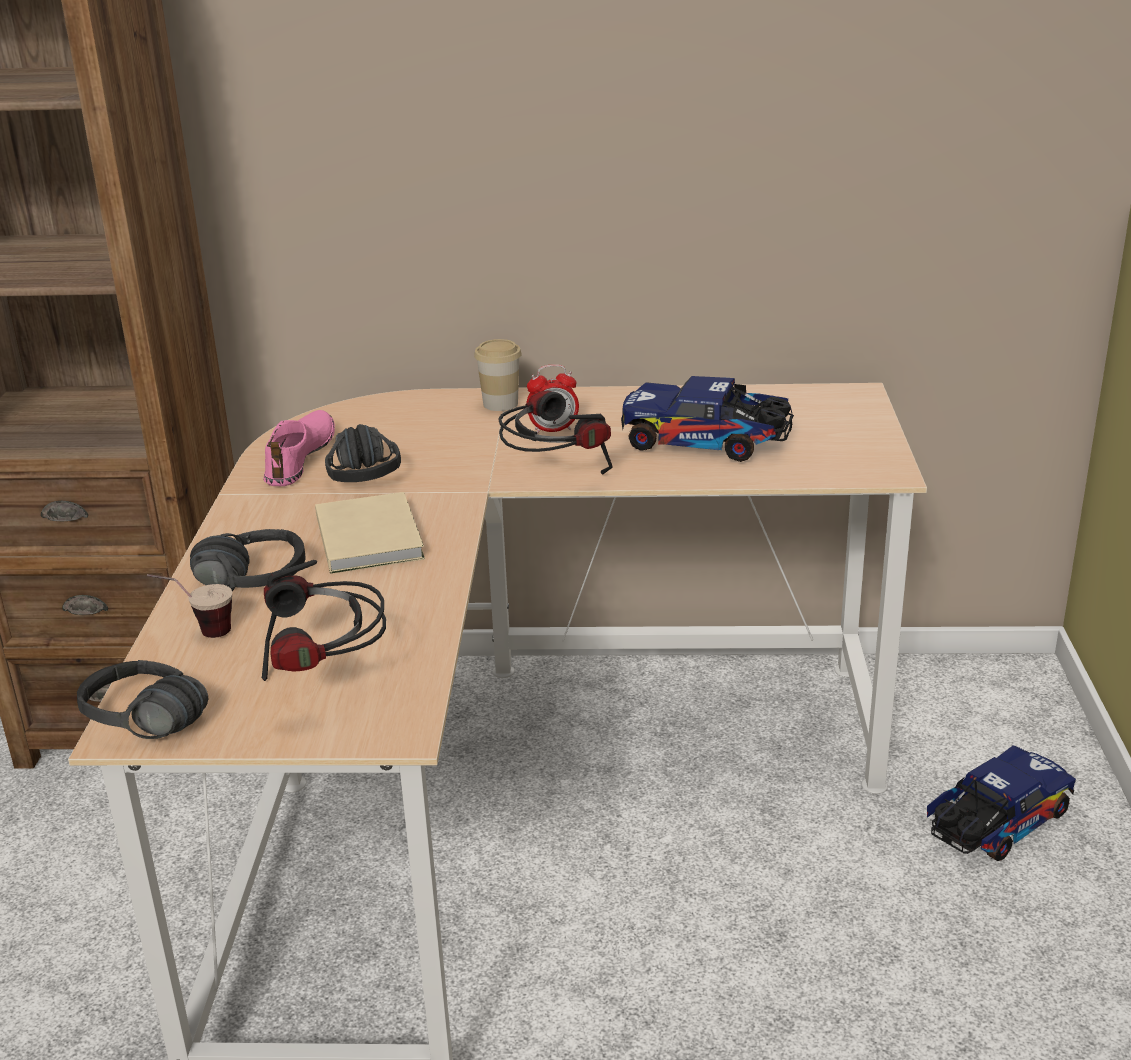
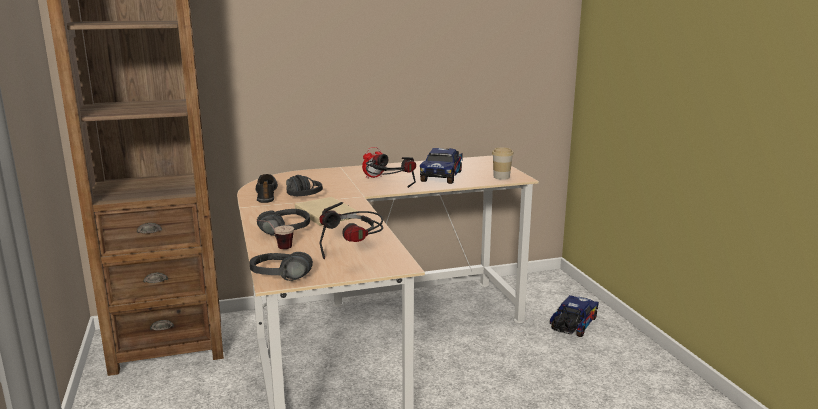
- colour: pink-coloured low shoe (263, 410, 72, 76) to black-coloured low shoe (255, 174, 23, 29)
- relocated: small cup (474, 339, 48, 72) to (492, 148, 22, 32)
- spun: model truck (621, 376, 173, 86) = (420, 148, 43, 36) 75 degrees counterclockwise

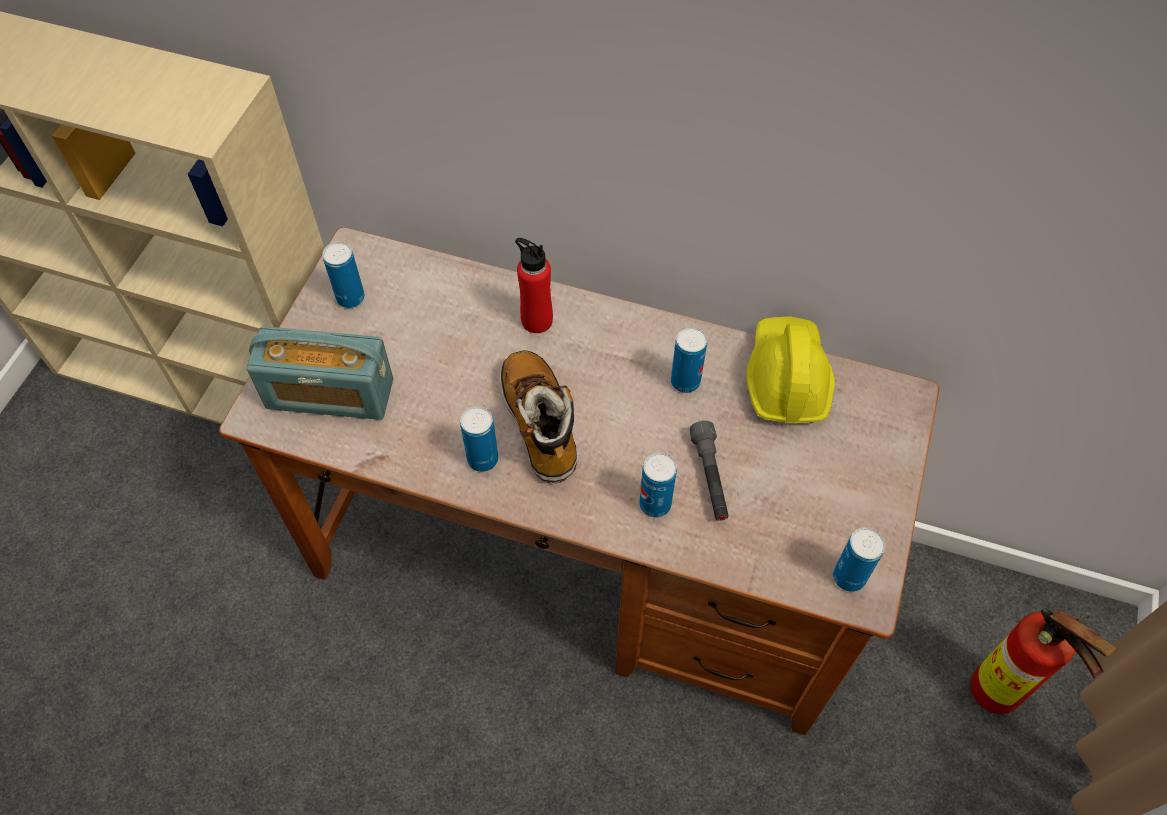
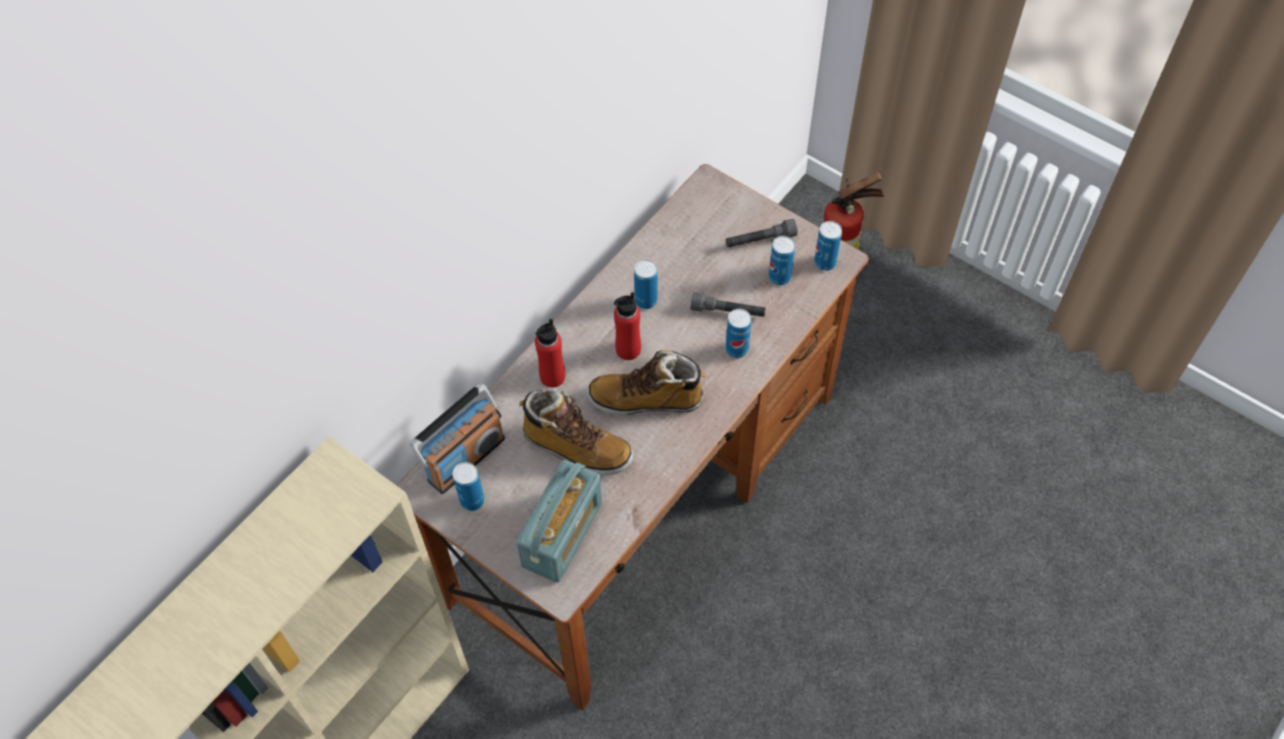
- relocated: metal can (460, 406, 38, 66) to (769, 236, 26, 50)
- missing: yellow safety helmet (746, 316, 89, 107)
- appeared: radio receiver (410, 383, 95, 111)
- appeared: boot (519, 388, 114, 88)
- appeared: red drink bottle (614, 292, 27, 68)
- appeared: grey torch (725, 219, 73, 28)

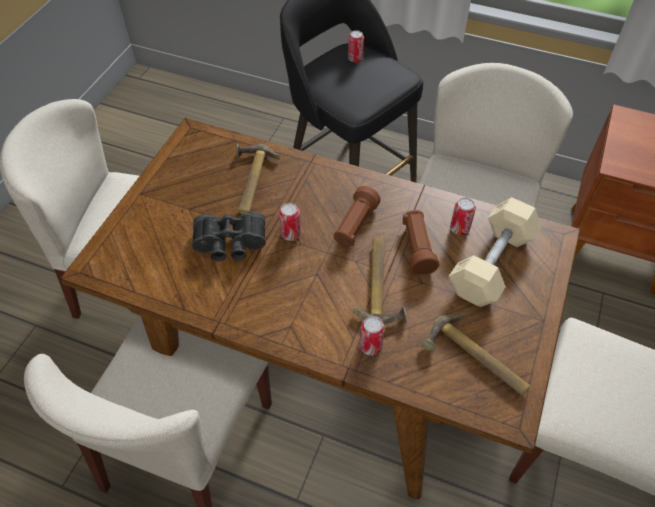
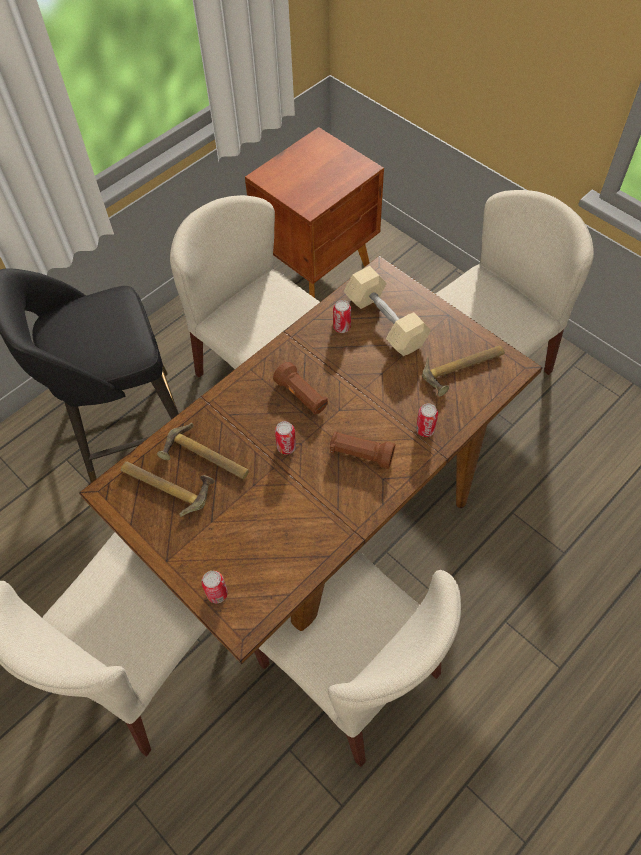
- missing: black-coloured binoculars (192, 212, 74, 49)
- relocated: metal can (348, 30, 16, 32) to (201, 571, 27, 32)
- relocated: hand hammer (353, 238, 54, 86) to (121, 462, 94, 55)
- relocated: brownish torch (402, 210, 37, 65) to (330, 432, 65, 37)

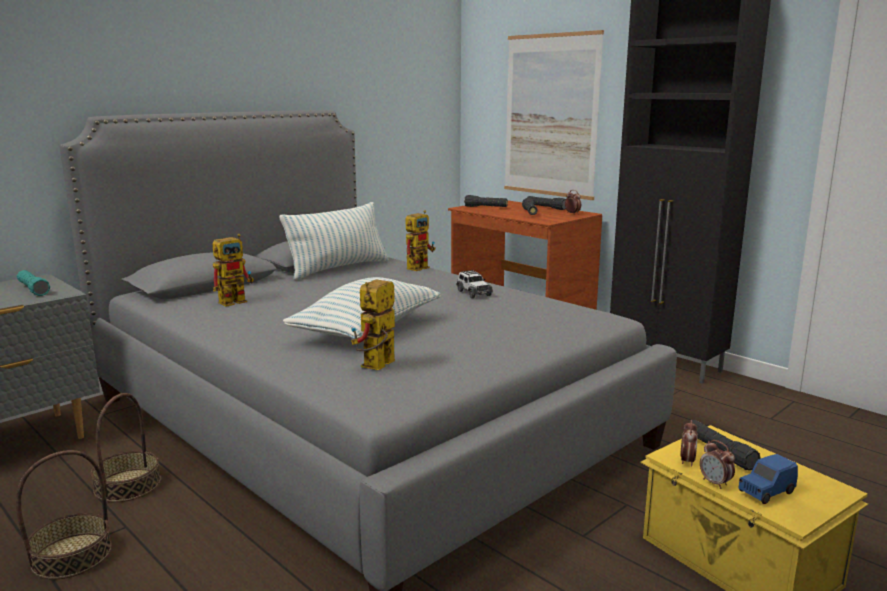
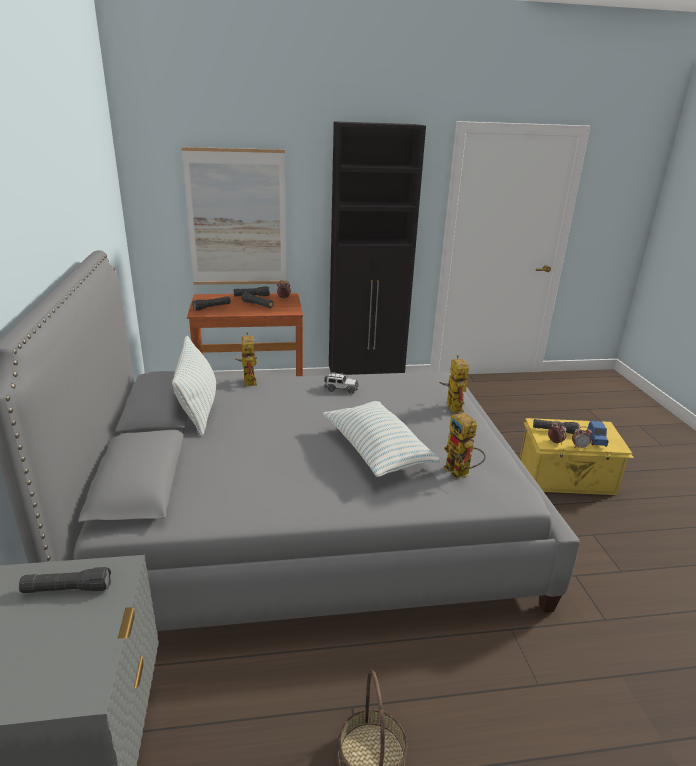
- colour: turquoise-coloured torch (17, 270, 33, 26) to black-coloured torch (19, 567, 92, 26)
- missing: storage basket (91, 393, 70, 109)
- relocated: toy robot (212, 234, 42, 73) to (439, 355, 30, 58)

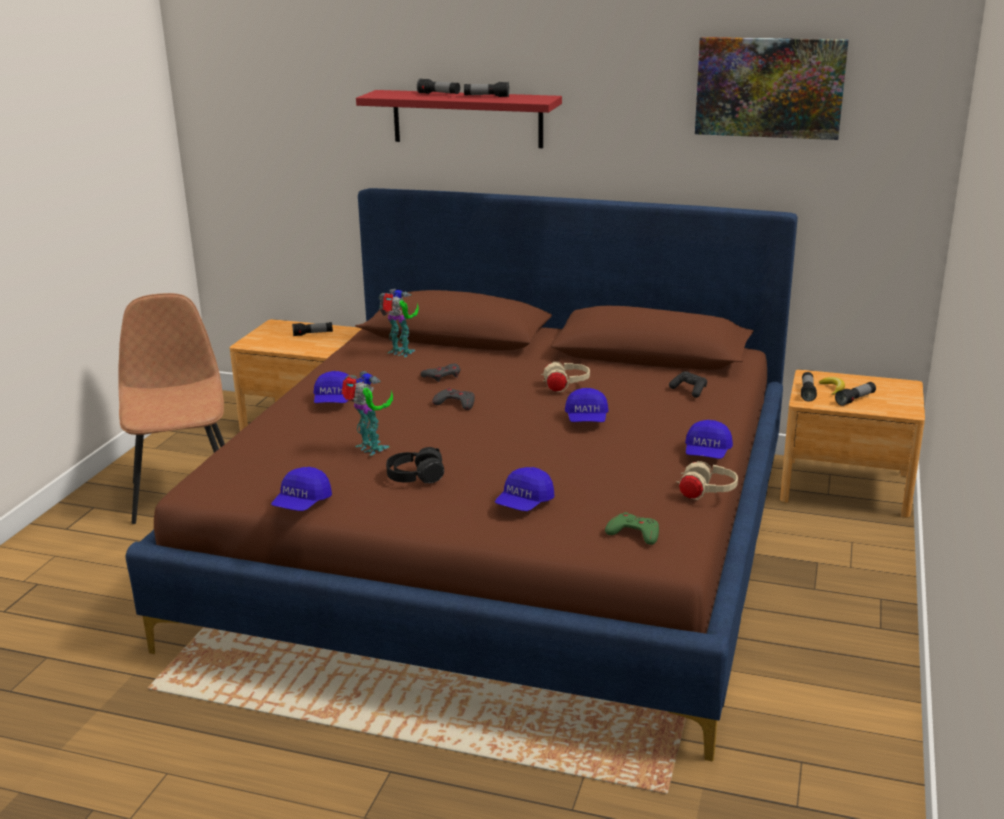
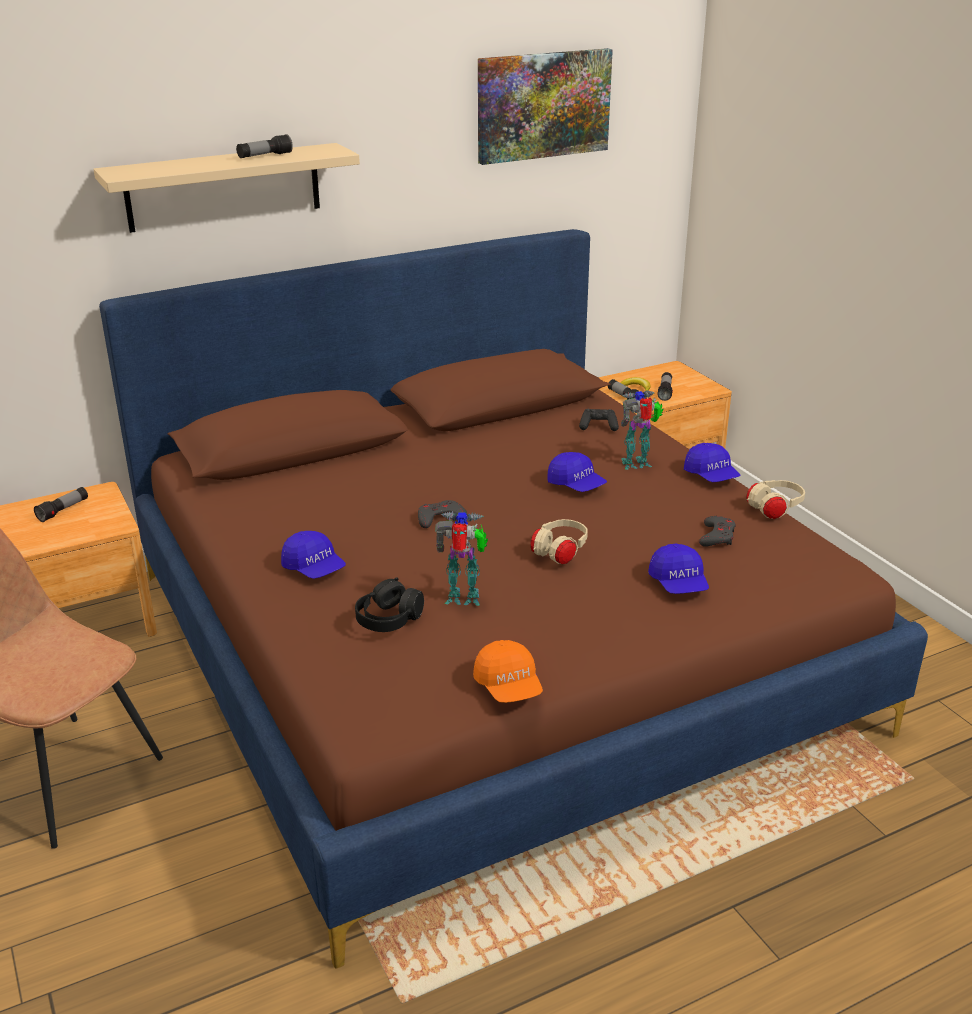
- colour: blue-coloured peaked cap (271, 467, 61, 44) to orange peaked cap (473, 640, 70, 63)
- colour: red bracket shelf (356, 90, 206, 58) to beige-coloured bracket shelf (94, 143, 266, 90)
- relocated: toy robot (379, 289, 40, 68) to (621, 390, 42, 80)
- relocated: black-coloured headset (386, 447, 58, 37) to (355, 578, 69, 54)
- missing: torch (417, 78, 43, 16)
- relocated: grey joypad (421, 364, 39, 18) to (699, 516, 37, 31)
- relocated: beige-coloured headset (541, 362, 49, 30) to (530, 519, 58, 45)
- missing: green joypad (605, 512, 54, 33)

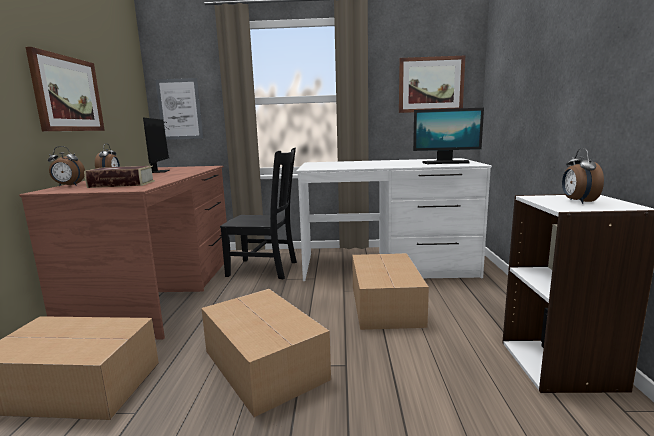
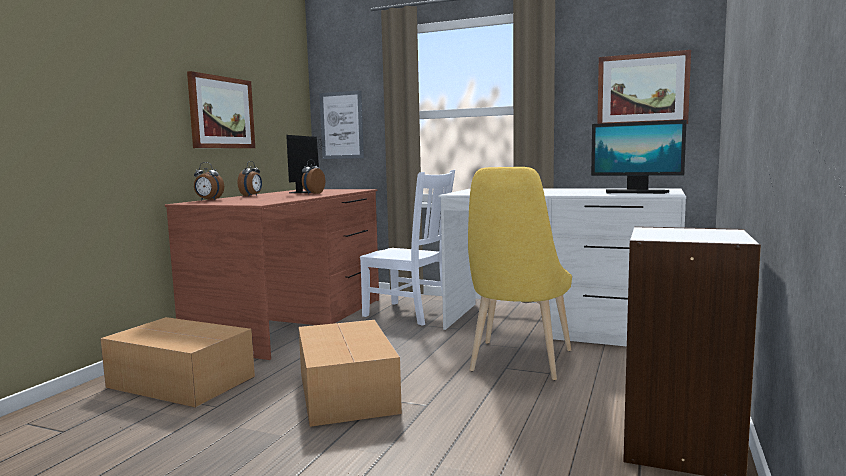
- missing: bound book (84, 166, 71, 22)
- colour: black-coloured chair (220, 148, 77, 131) to white chair (360, 170, 95, 156)
- exchanged: carton (352, 253, 77, 77) to yellow chair (468, 167, 104, 213)
- relocated: bedside clock (562, 148, 42, 56) to (302, 159, 23, 35)

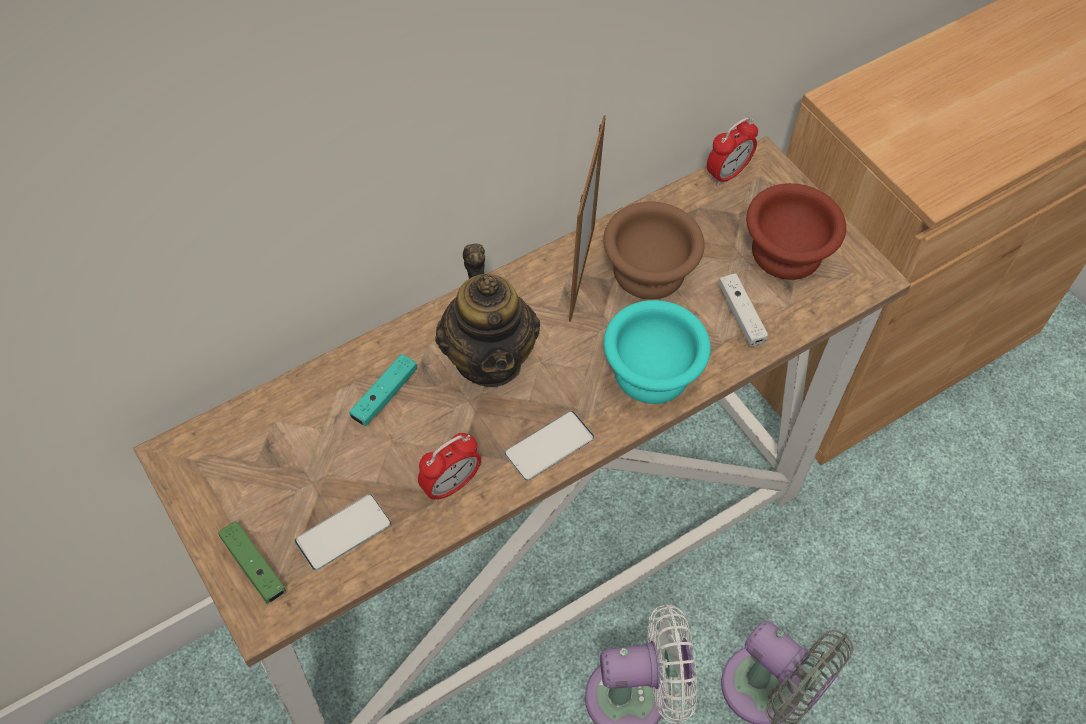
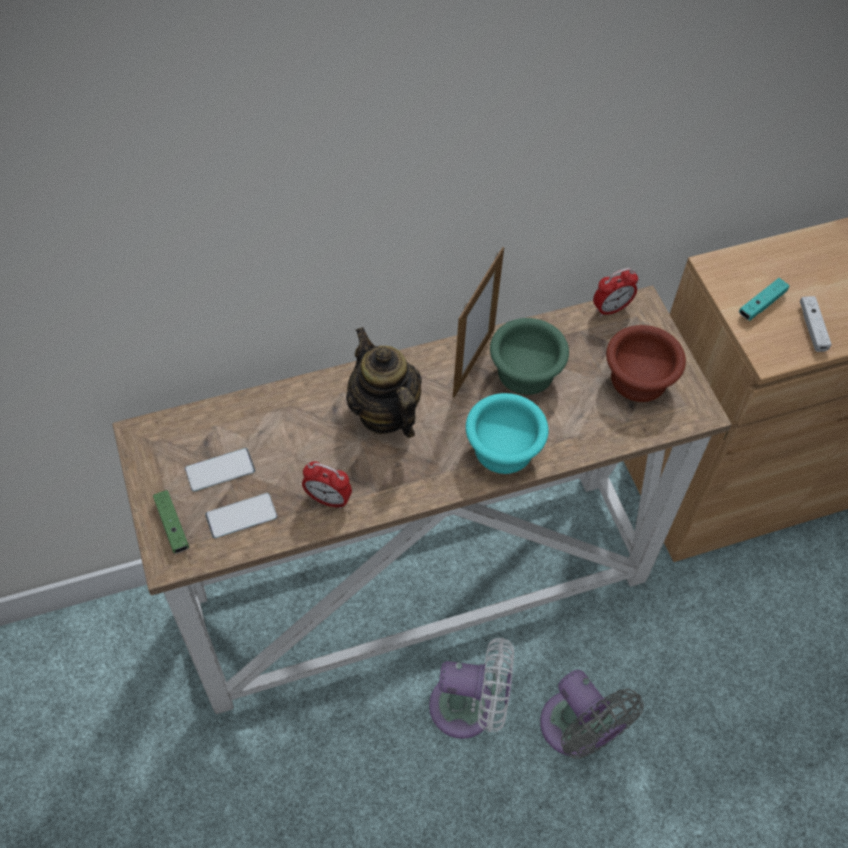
- relocated: turquoise-coloured joypad (349, 354, 68, 72) to (739, 278, 50, 42)
- spun: bedside clock (418, 433, 63, 69) = (302, 461, 50, 48) 45 degrees clockwise
- spun: pot for tea (435, 243, 105, 144) = (346, 327, 76, 111) 150 degrees clockwise
- relocated: telephone (505, 411, 89, 70) to (185, 448, 70, 44)
- colour: brownish deep dish (603, 202, 102, 97) to green deep dish (490, 318, 79, 77)
- relocated: white joypad (718, 273, 50, 74) to (800, 296, 32, 56)

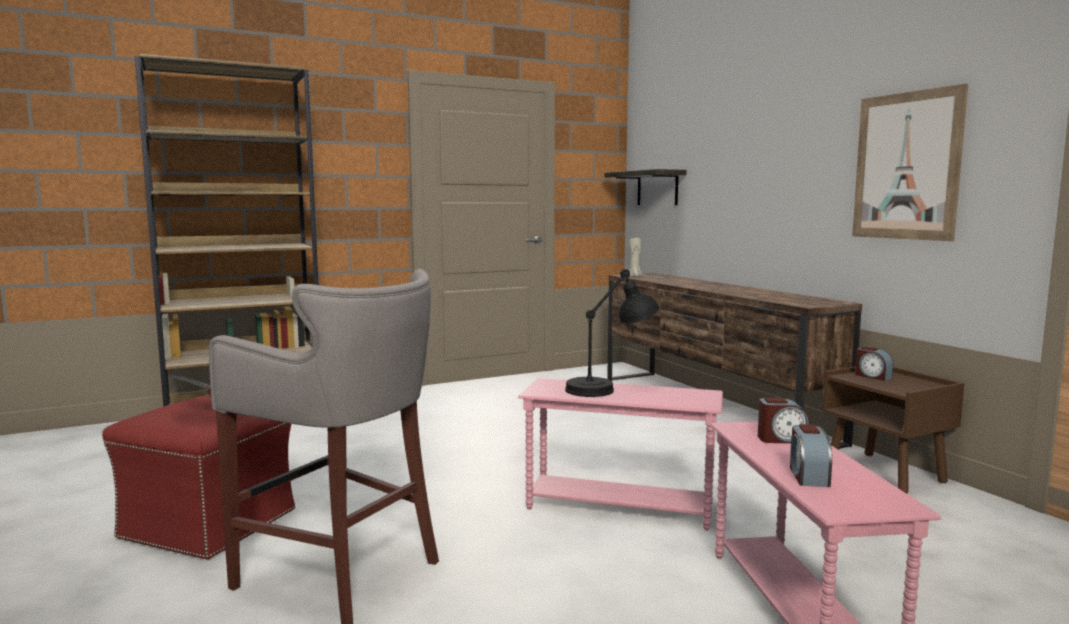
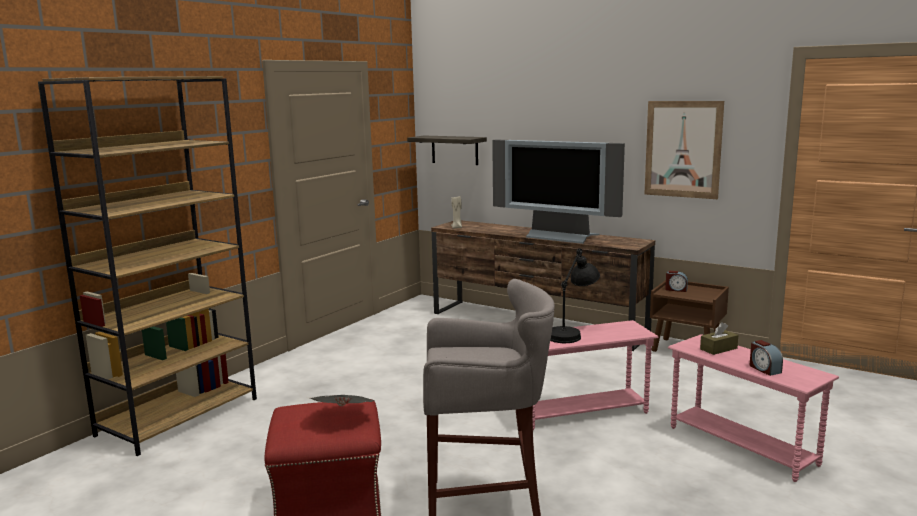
- exchanged: bedside clock (758, 398, 52, 45) to brownish box of tissues (700, 322, 38, 33)
- appeared: television (492, 140, 133, 104)

